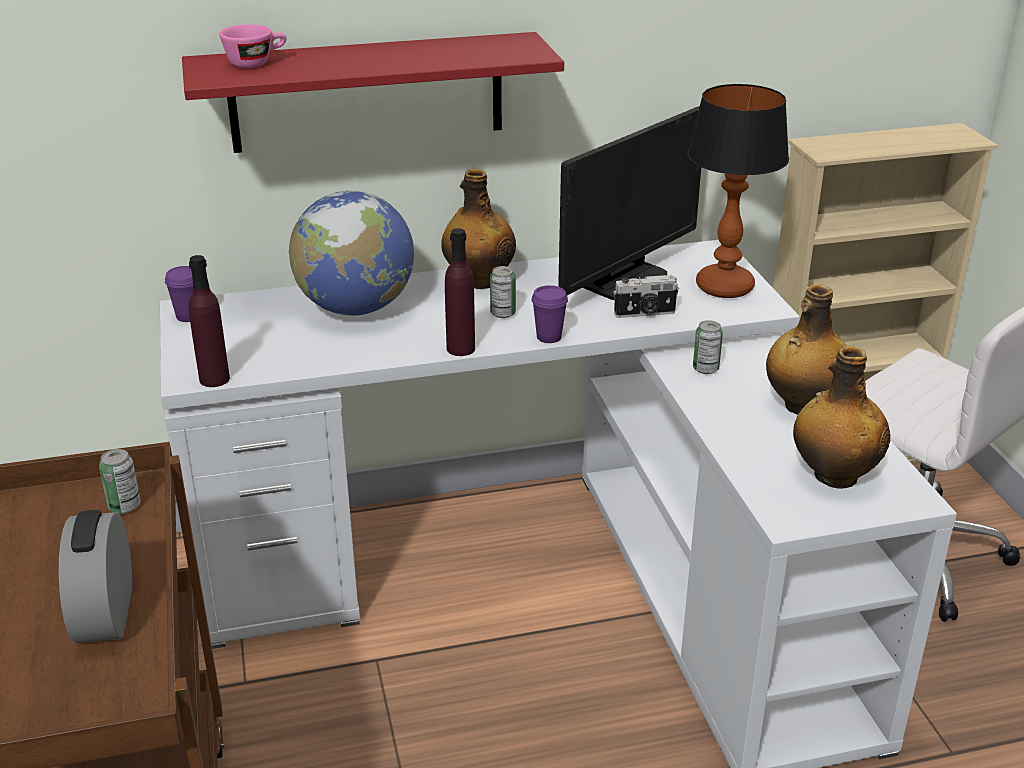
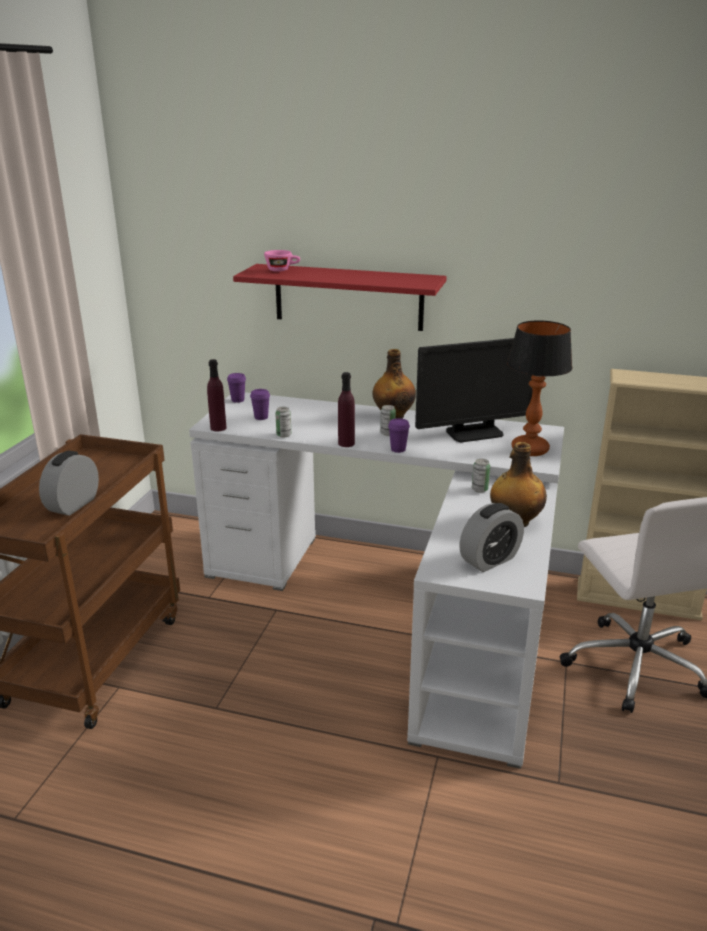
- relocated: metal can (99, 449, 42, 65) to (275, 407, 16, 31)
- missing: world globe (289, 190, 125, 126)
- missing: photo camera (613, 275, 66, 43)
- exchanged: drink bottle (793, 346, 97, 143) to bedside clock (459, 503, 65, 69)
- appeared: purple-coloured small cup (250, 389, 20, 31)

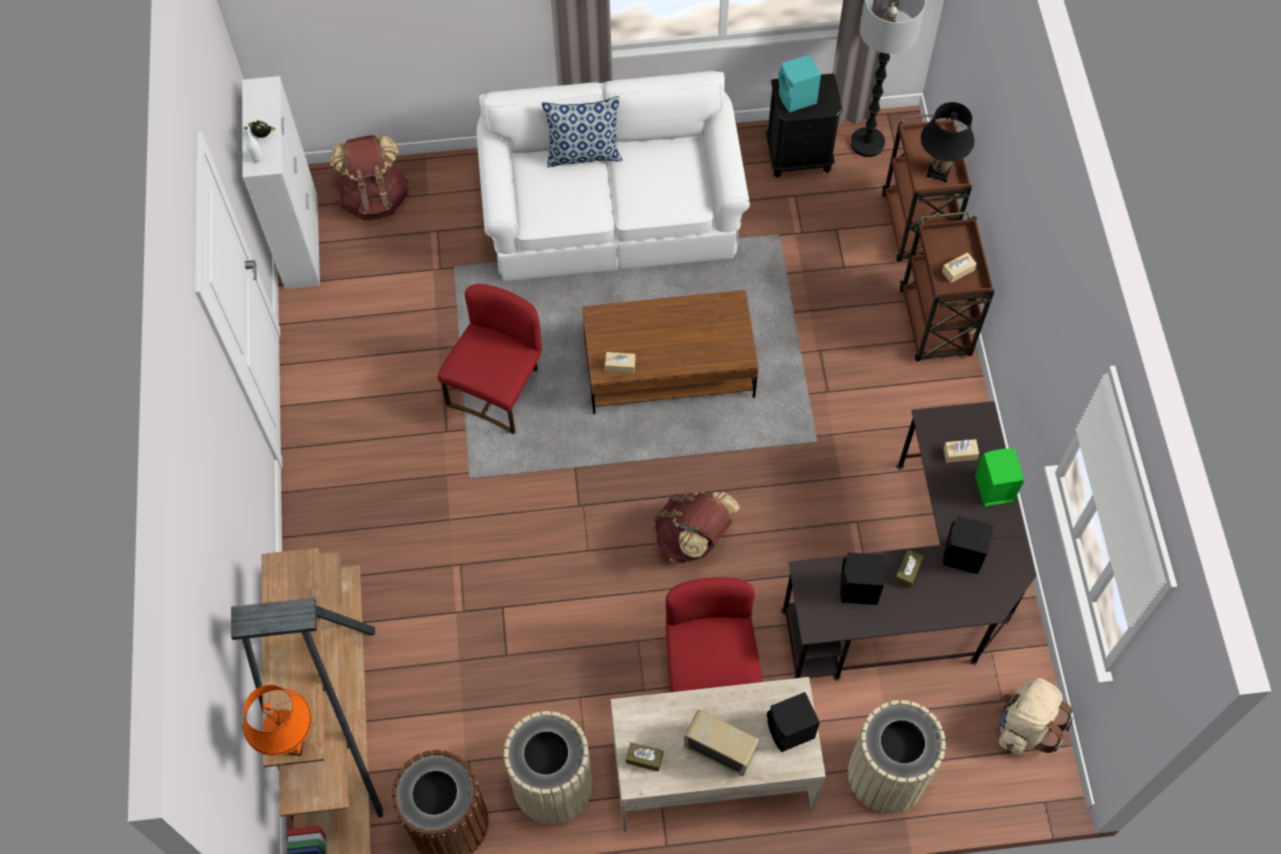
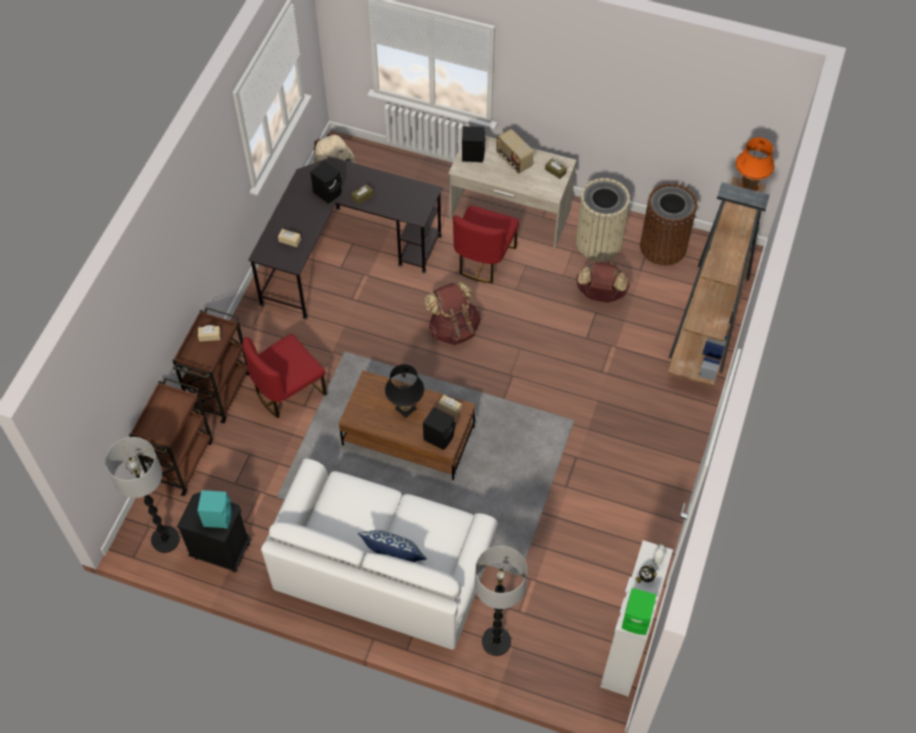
- relocated: brownish backpack (330, 135, 79, 85) to (576, 260, 54, 42)
- relocated: red chair (438, 284, 104, 150) to (242, 334, 85, 84)
- relocated: black-coloured speaker (840, 552, 44, 53) to (423, 407, 33, 43)
- missing: beige-coloured rubbish bin (848, 700, 98, 114)
- relocated: black-coloured lamp for a table (921, 102, 54, 80) to (385, 364, 39, 55)
- relocated: green speaker (975, 449, 49, 57) to (622, 588, 35, 47)
- appeared: standard lamp (475, 546, 52, 110)

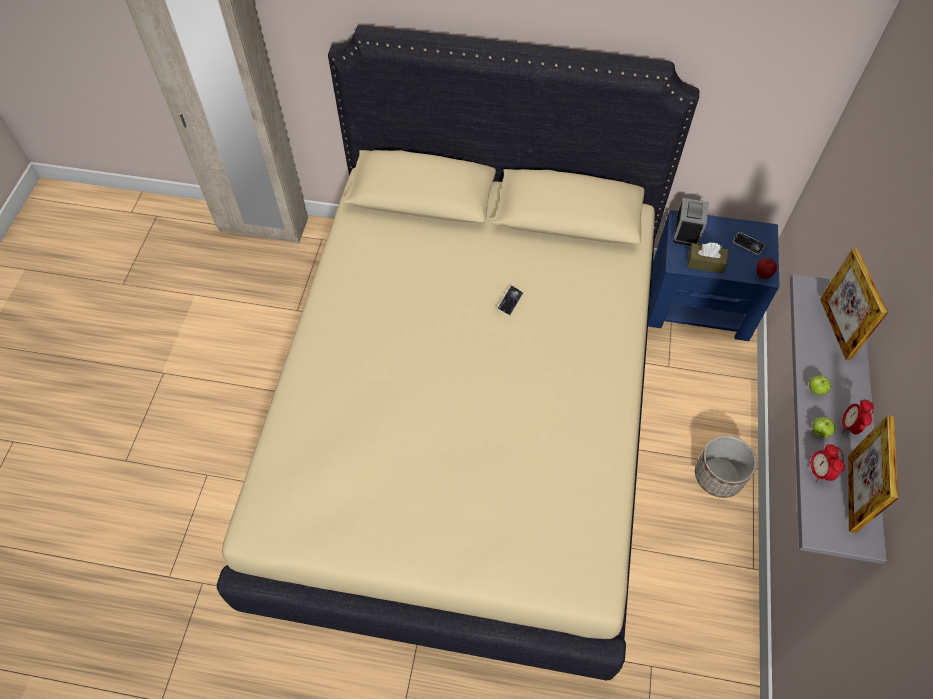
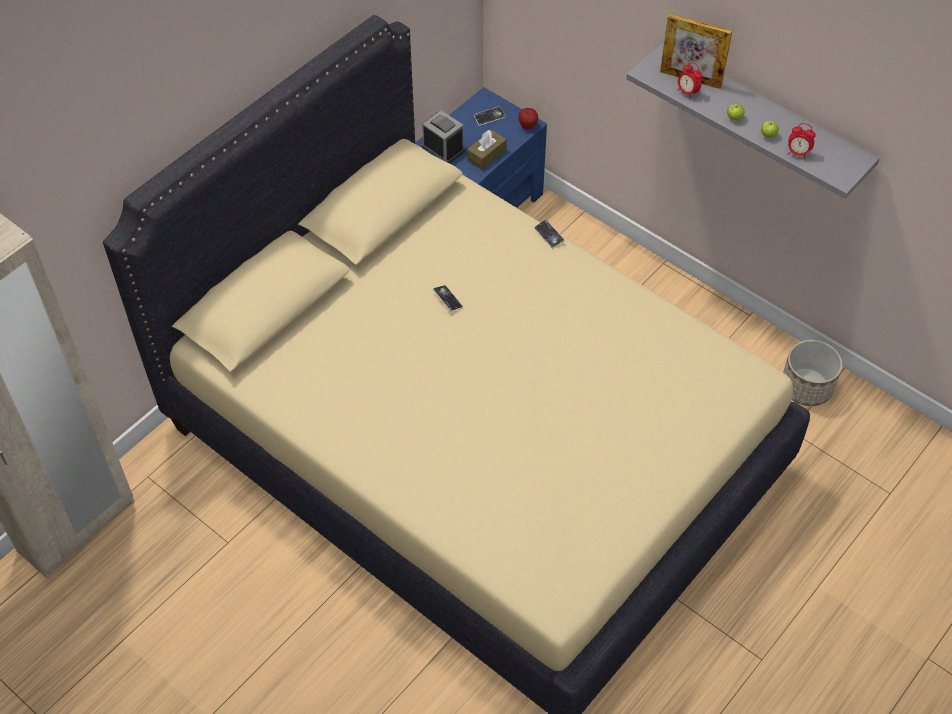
- relocated: flower pot (695, 435, 62, 63) to (783, 340, 60, 66)
- relocated: bedside clock (842, 399, 32, 36) to (677, 62, 26, 37)
- missing: photo frame (848, 415, 50, 118)
- appeared: telephone (534, 219, 30, 30)

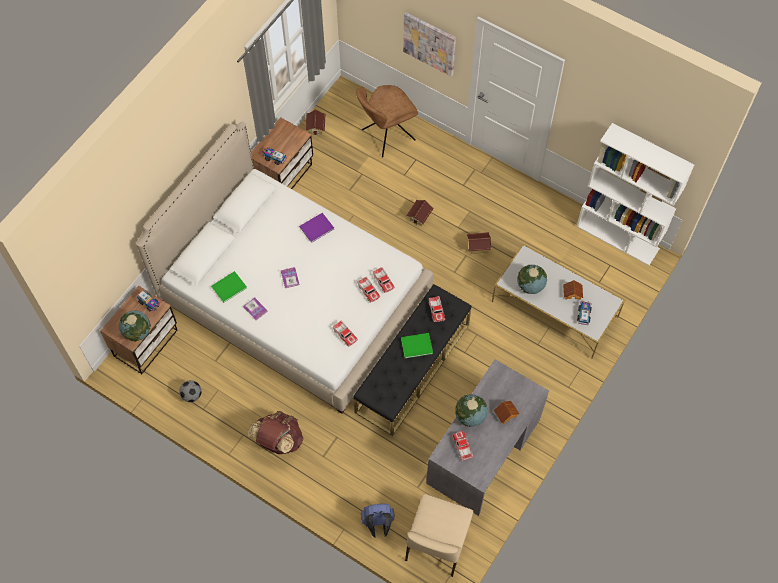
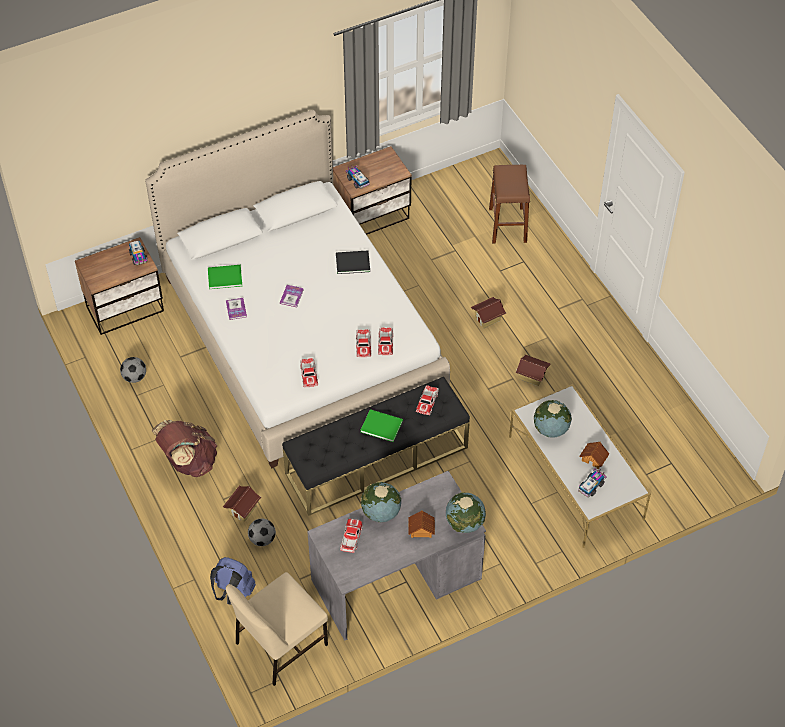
- relocated: world globe (119, 311, 32, 31) to (446, 492, 40, 41)
- colour: purple-coloured bound book (299, 213, 35, 30) to black-coloured bound book (336, 250, 34, 24)
- relocated: toy house (305, 110, 21, 25) to (223, 486, 38, 36)
- exchanged: brownish chair (356, 85, 62, 72) to brownish stool (489, 165, 41, 79)
- missing: wall art (403, 12, 53, 65)
- missing: white shelving unit (576, 123, 118, 143)
- appeared: ball for football (248, 518, 28, 28)

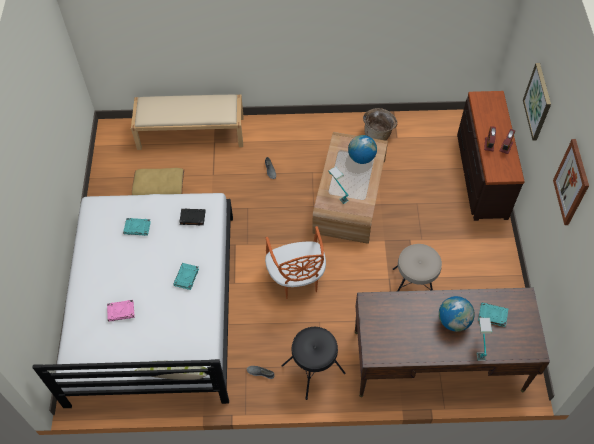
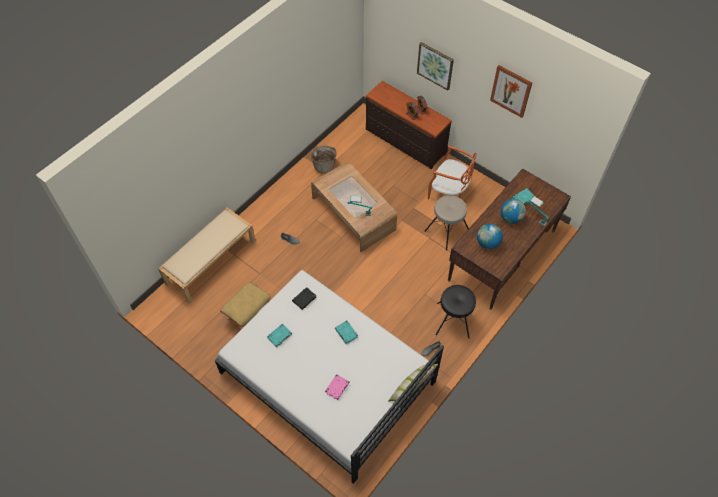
- relocated: orange chair (265, 226, 61, 73) to (428, 146, 49, 53)
- relocated: world globe (348, 135, 29, 29) to (477, 224, 26, 25)

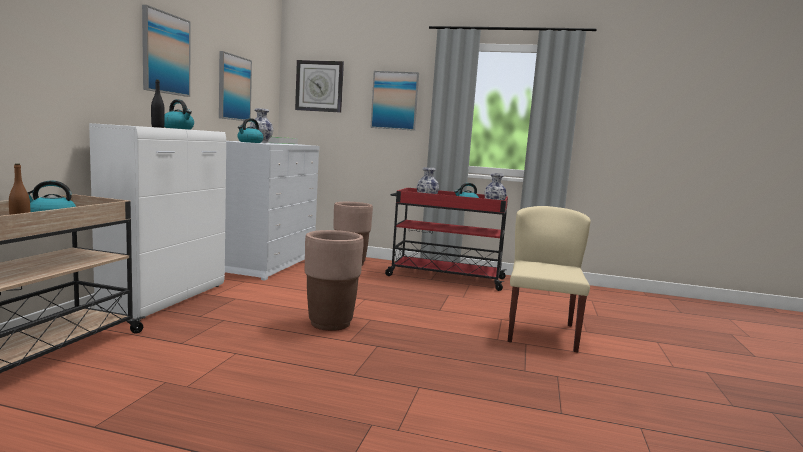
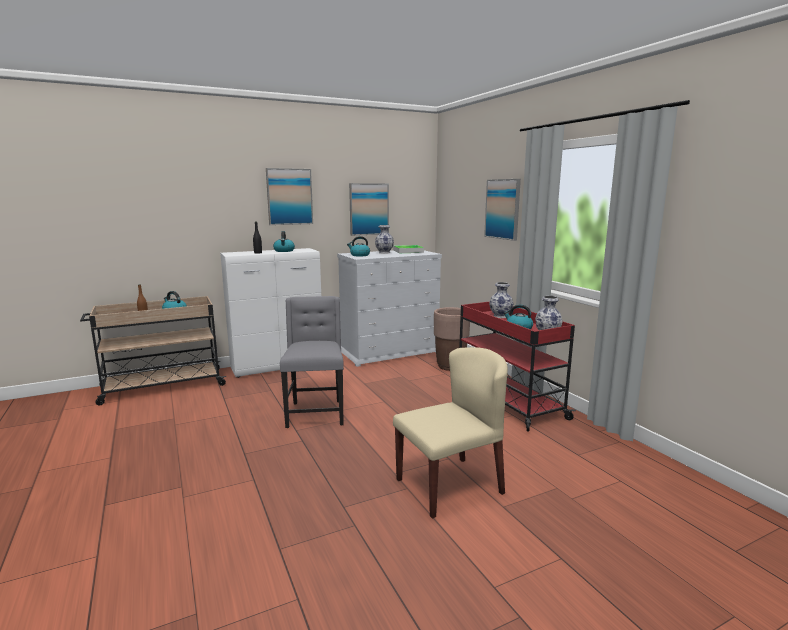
- missing: wall clock (295, 60, 49, 53)
- exchanged: brownish flower pot (305, 230, 59, 101) to grey chair (280, 296, 64, 132)

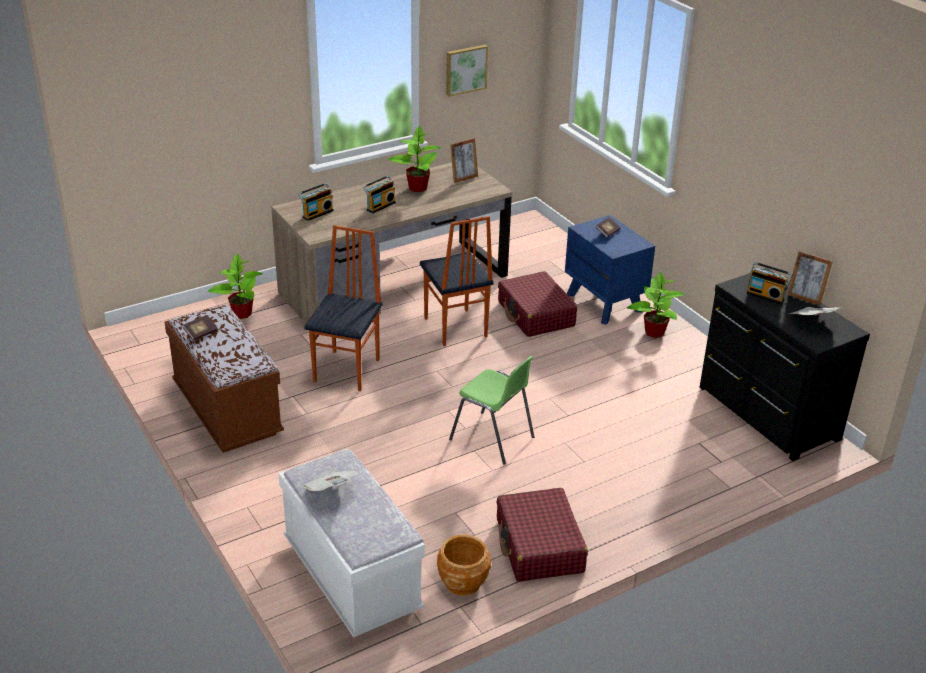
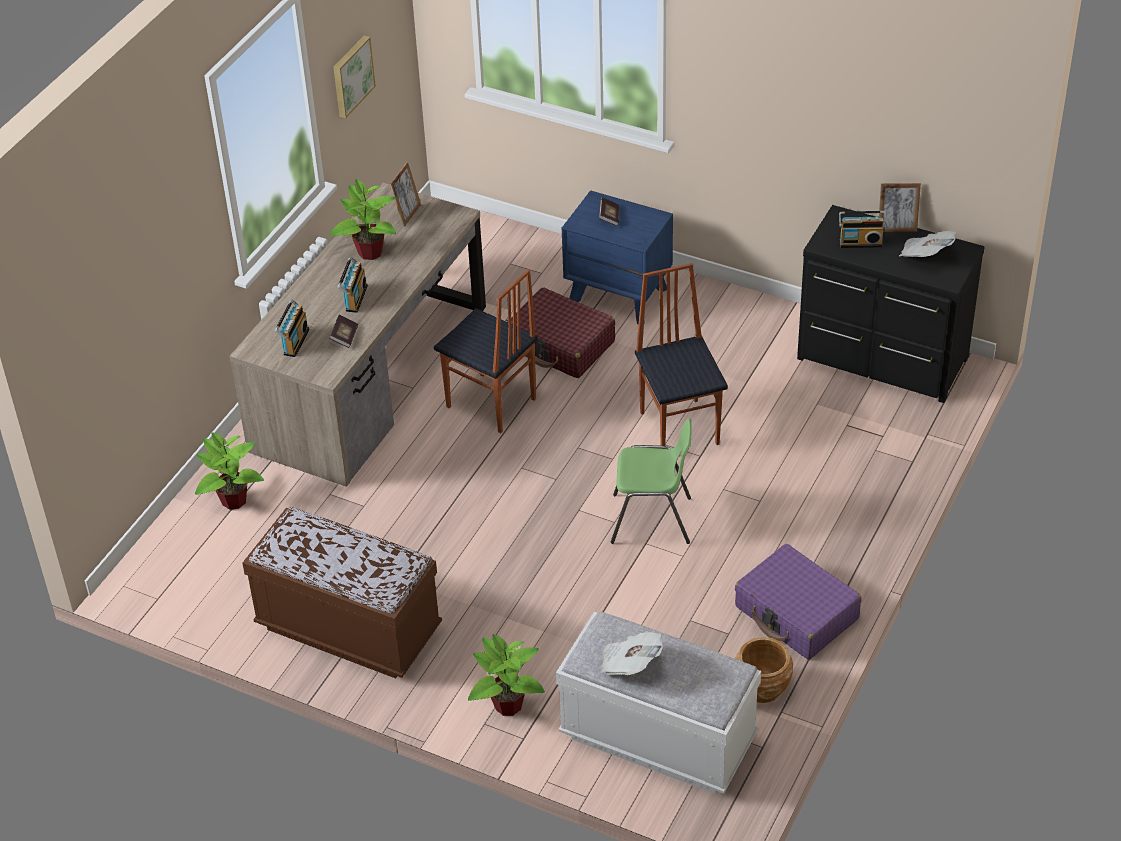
- relocated: bound book (183, 315, 35, 26) to (329, 315, 29, 33)
- relocated: chair (304, 225, 78, 166) to (635, 263, 93, 183)
- colour: red piece of luggage (497, 488, 91, 94) to purple-coloured piece of luggage (735, 544, 127, 116)
- relocated: potted plant (627, 272, 58, 66) to (468, 634, 77, 82)

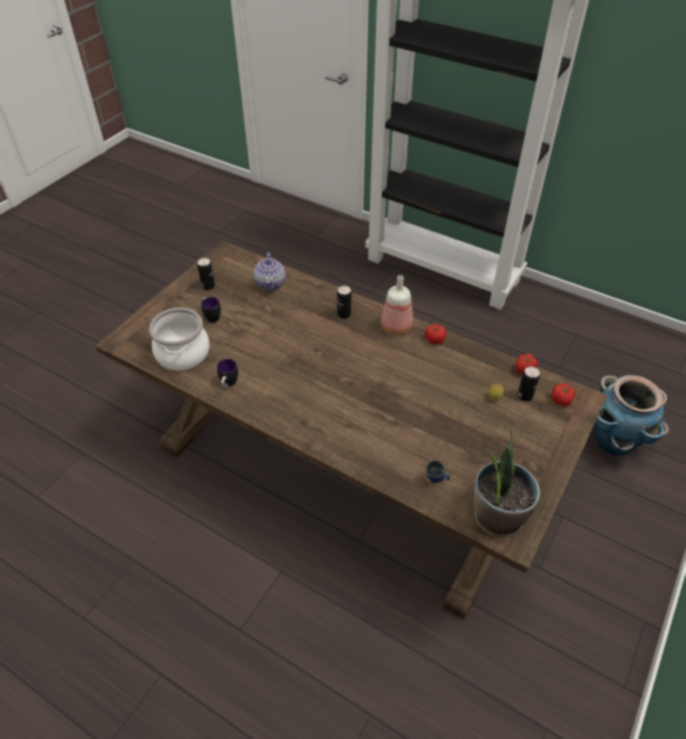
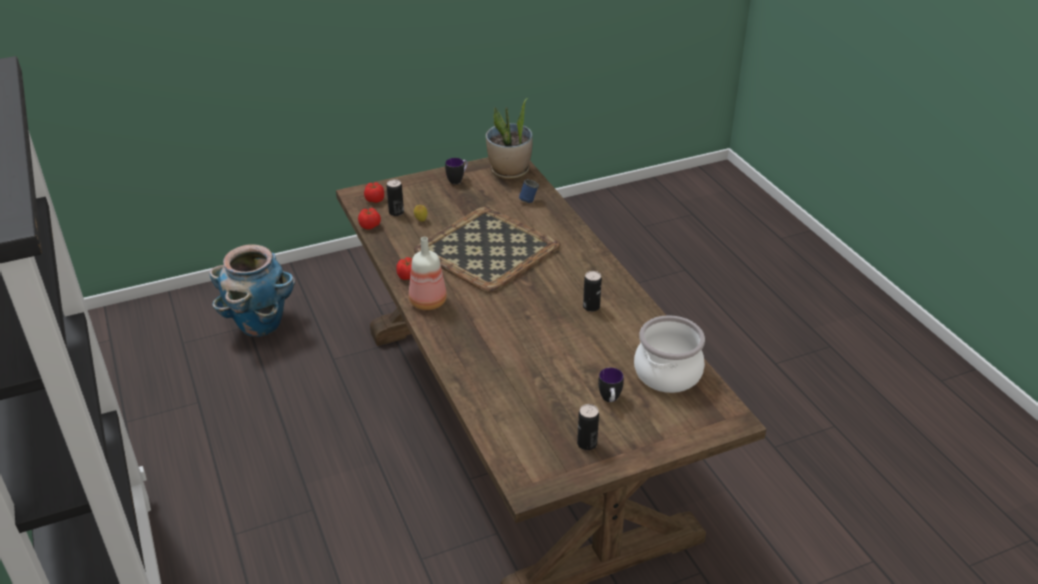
- relocated: coffee mug (217, 359, 21, 28) to (445, 158, 23, 26)
- missing: pot for tea (253, 252, 33, 40)
- relocated: metal can (337, 286, 14, 33) to (583, 271, 19, 41)
- appeared: tray (414, 207, 147, 86)

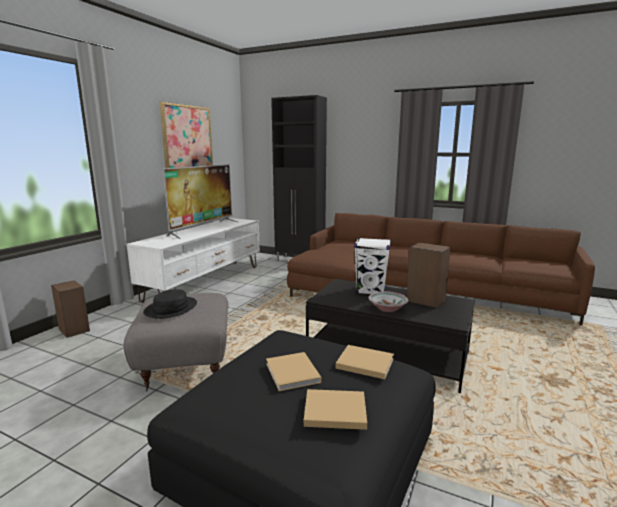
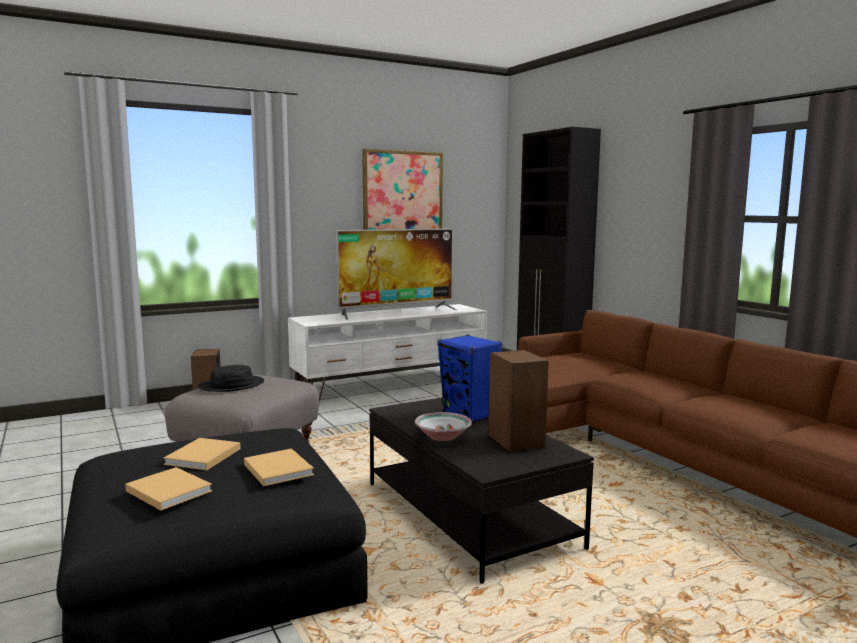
- colour: white speaker (354, 238, 37, 56) to blue-coloured speaker (437, 335, 65, 88)

